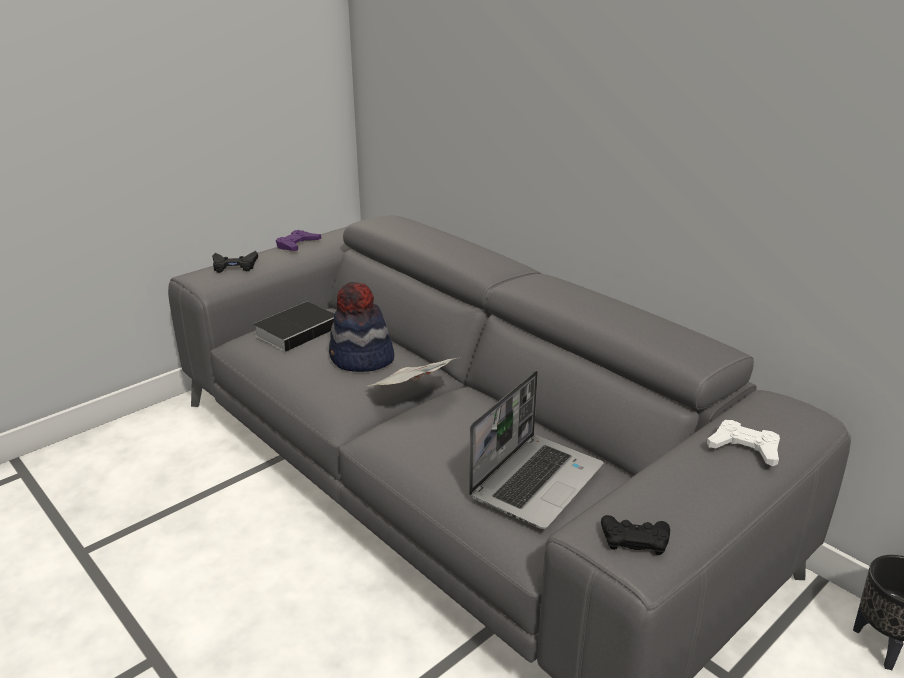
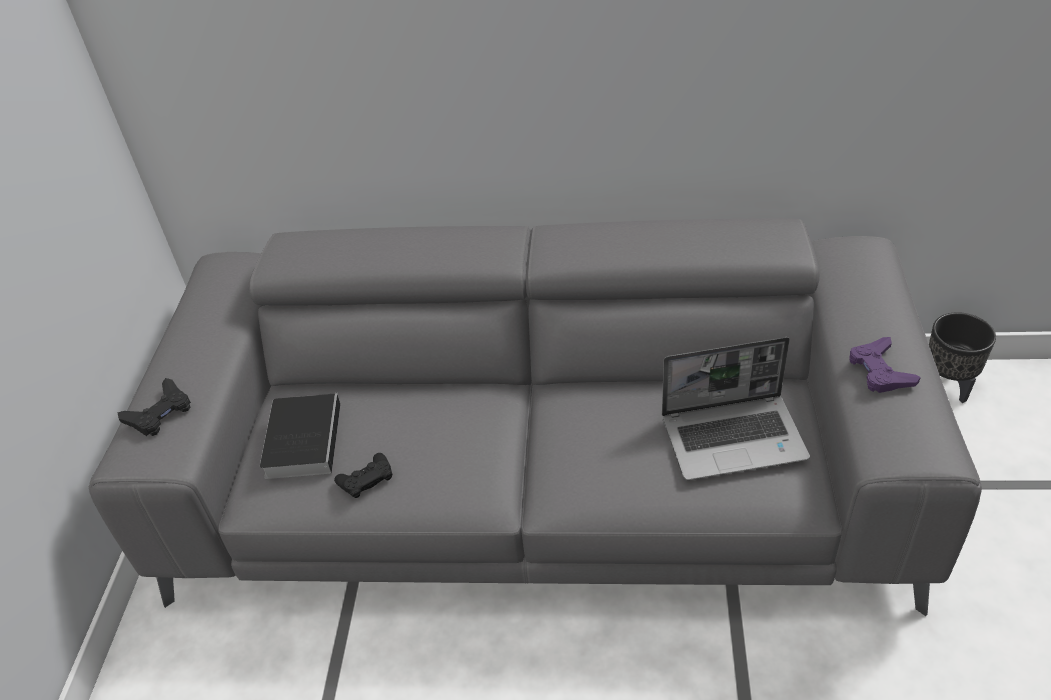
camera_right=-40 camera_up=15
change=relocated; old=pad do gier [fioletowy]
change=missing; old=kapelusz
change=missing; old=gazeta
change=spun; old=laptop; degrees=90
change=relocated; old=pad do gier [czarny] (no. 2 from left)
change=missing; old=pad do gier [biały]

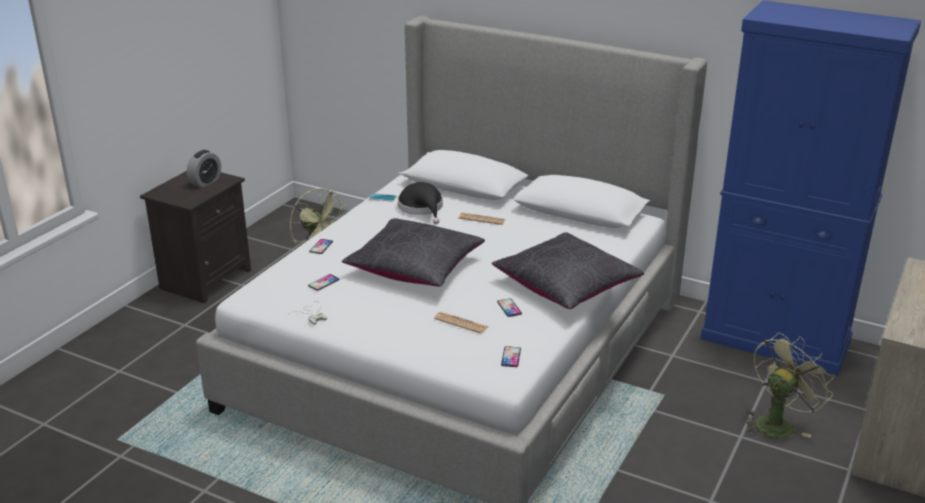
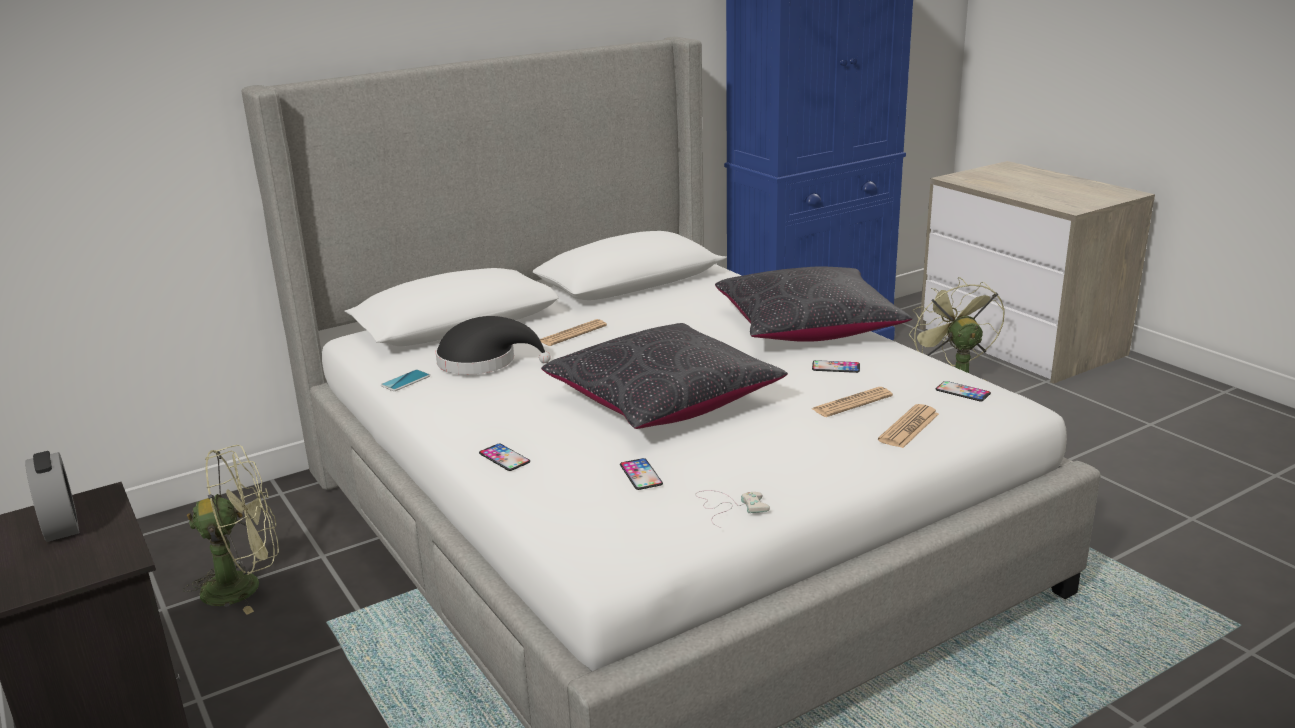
camera_right=-60 camera_up=-5
change=appeared; new=gazeta (no. 3 from left)

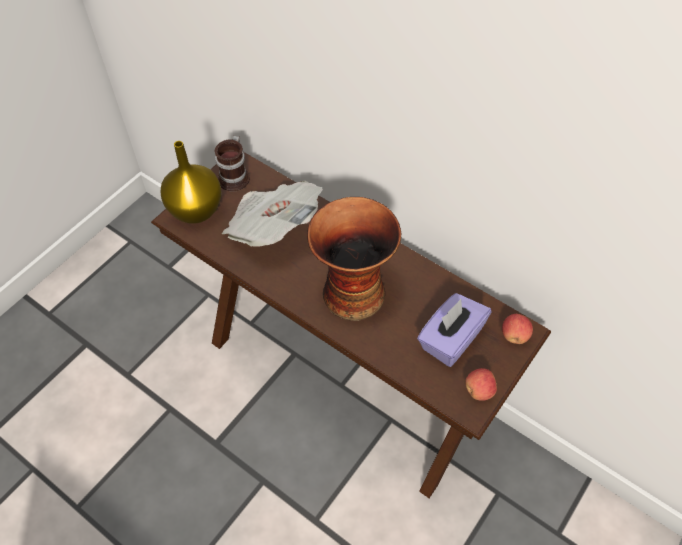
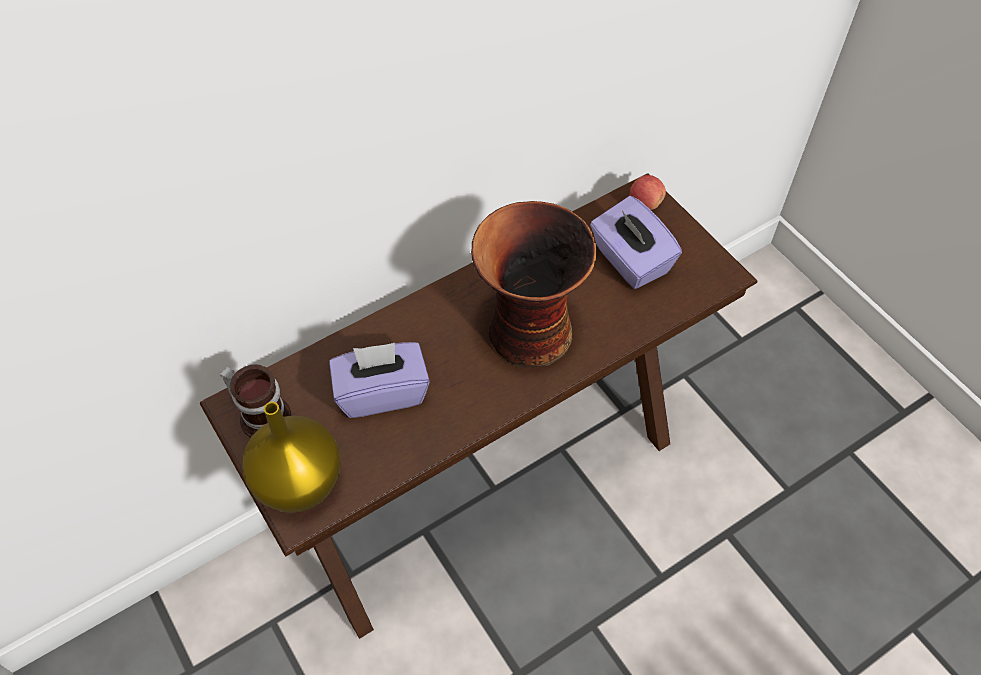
camera_right=-70 camera_up=0
change=exchanged; old=gazeta; new=pudełko chusteczek [fioletowy] (no. 1 from left)
change=missing; old=jabłko (no. 1 from left)

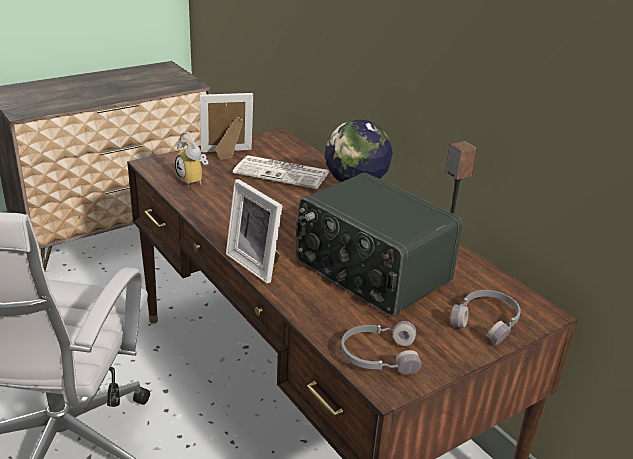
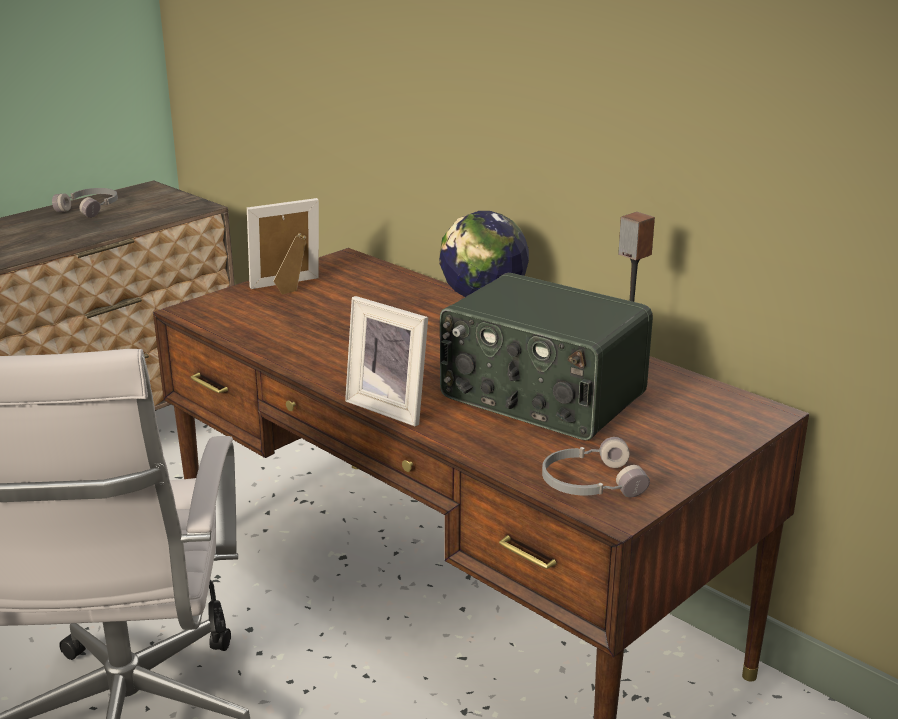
camera_right=-10 camera_up=-5
change=missing; old=budzik
change=missing; old=gazeta
change=relocated; old=słuchawki [szary] (no. 2 from left in the first image); new=słuchawki [szary] (no. 1 from left)

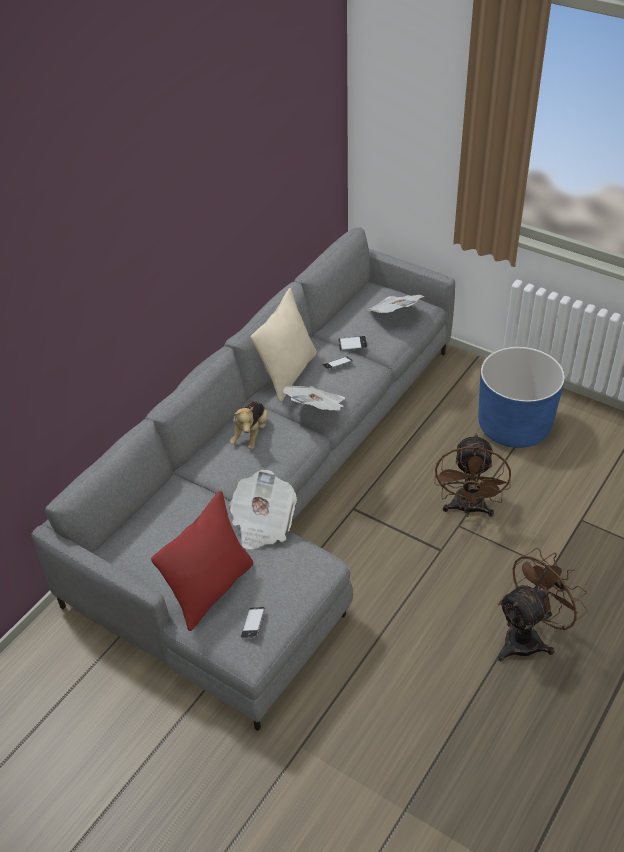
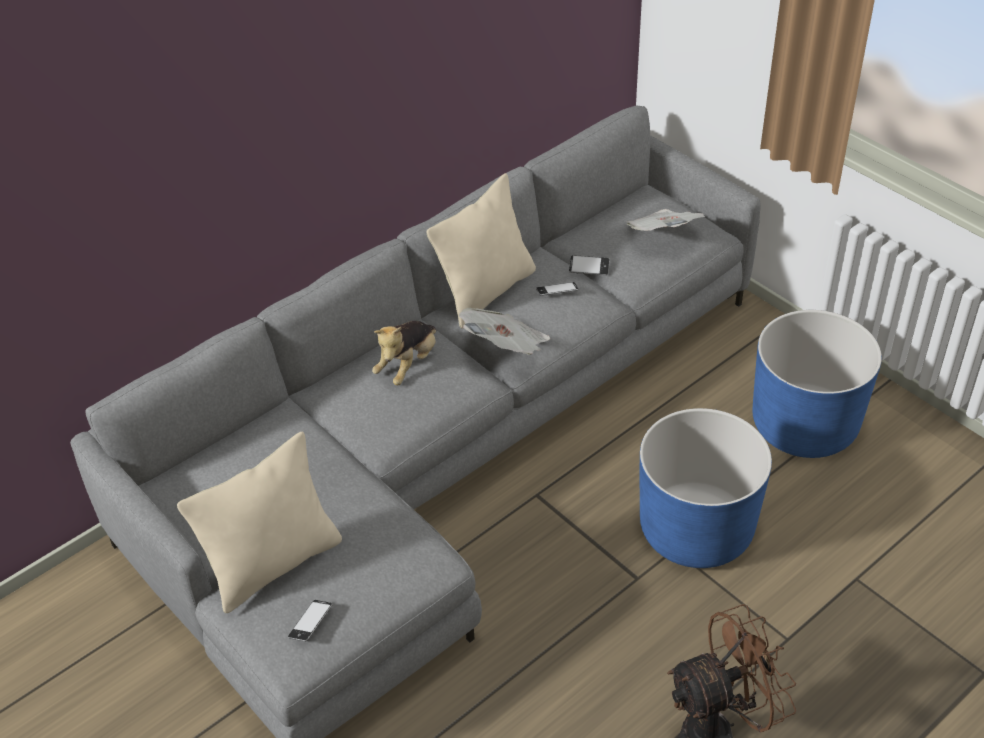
camera_right=15 camera_up=0
change=colour; old=poduszka [czerwony]; new=poduszka [beżowy] (no. 1 from left)
change=missing; old=gazeta (no. 1 from left)
change=exchanged; old=wentylator [brązowy] (no. 1 from left); new=donica [niebieski] (no. 1 from left)

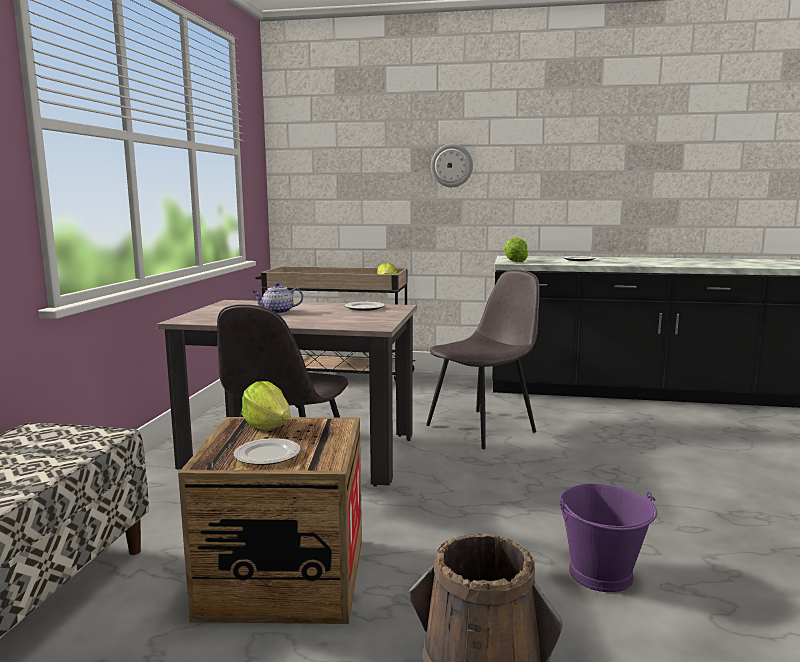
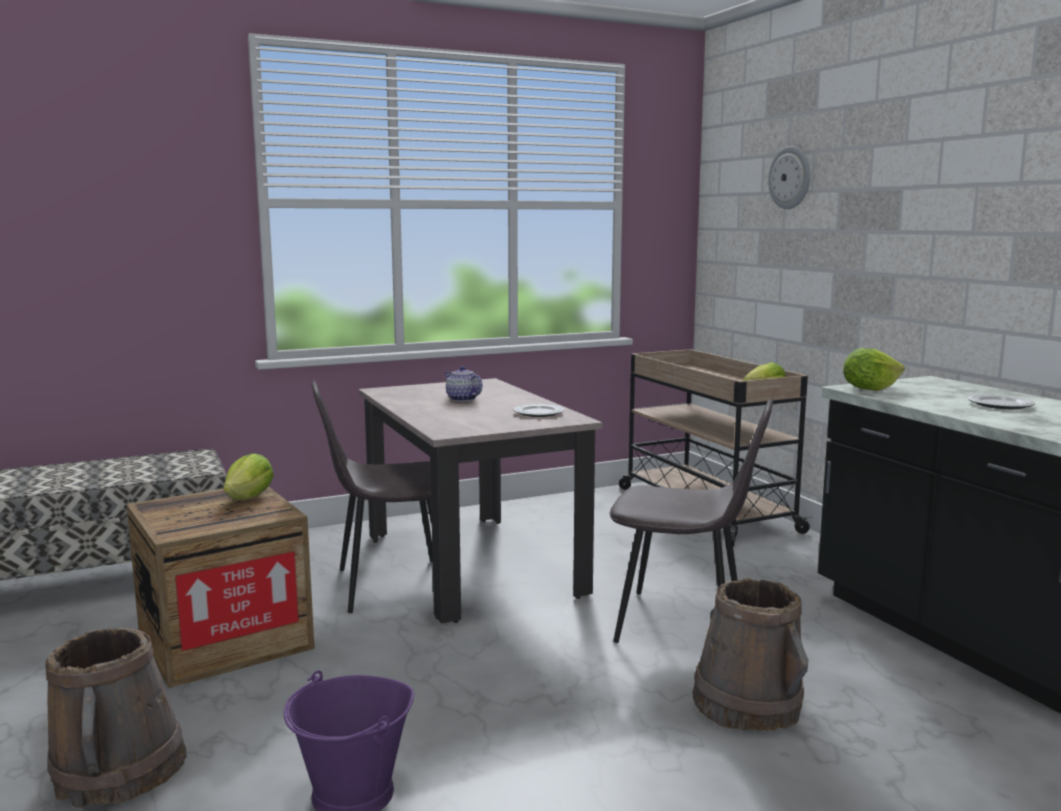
camera_right=55 camera_up=0
change=missing; old=talerz (no. 1 from left)
change=relocated; old=zegar ścienny
change=appeared; new=wiadro [brązowy] (no. 2 from left)

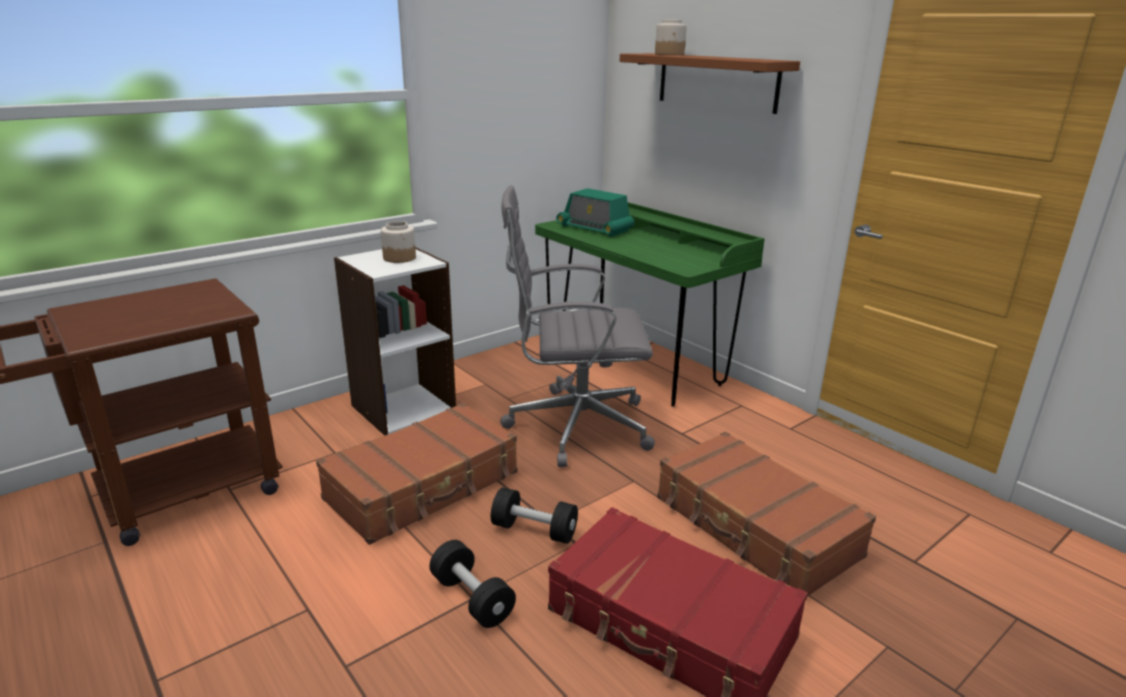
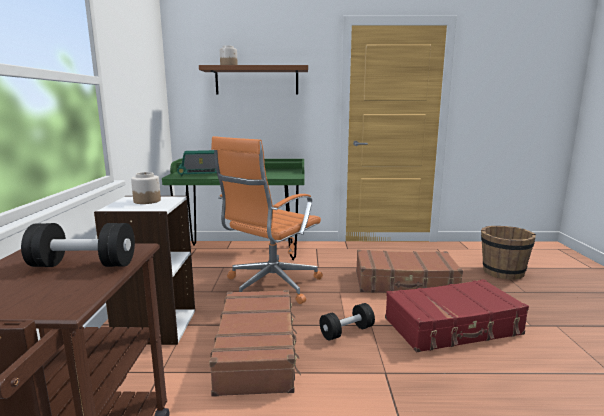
camera_right=-50 camera_up=-10
change=relocated; old=hantel [czarny] (no. 1 from left)
change=colour; old=krzesło biurowe [szary]; new=krzesło biurowe [pomarańczowy]
change=appeared; new=wiadro [brązowy]

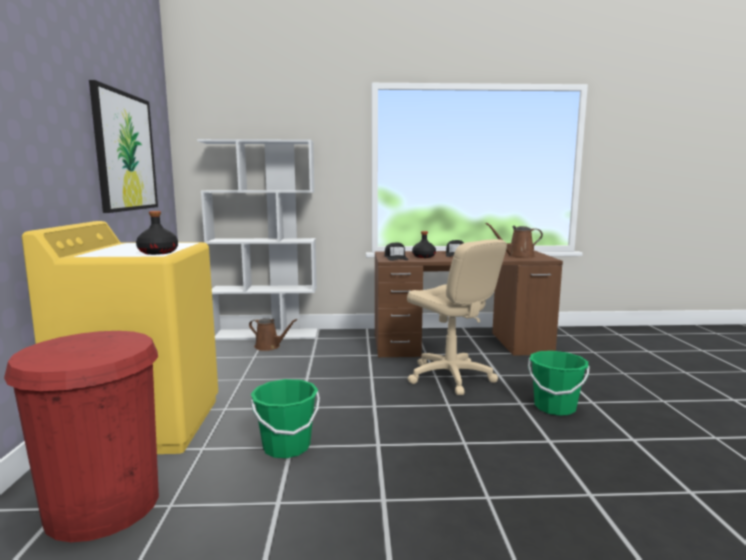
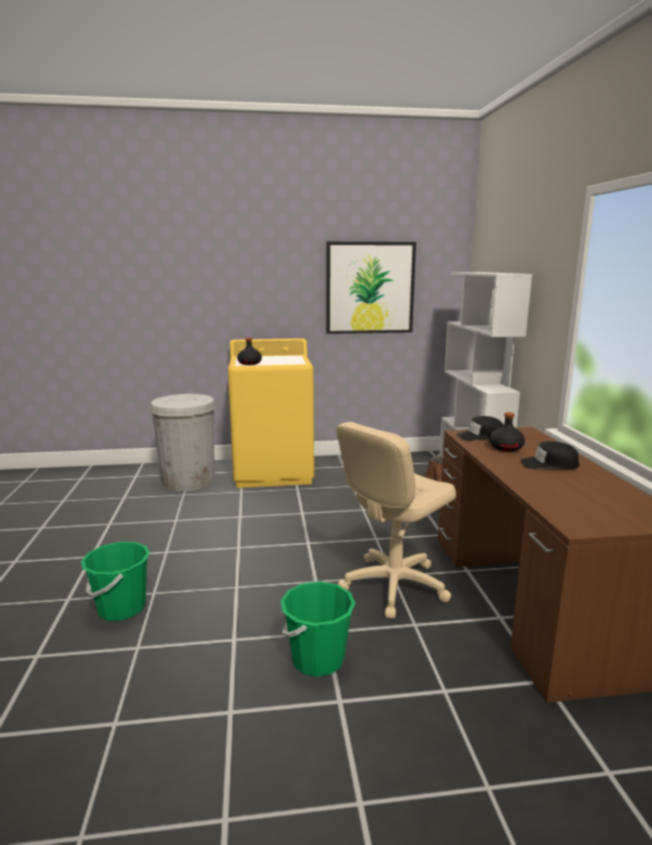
camera_right=85 camera_up=5
change=colour; old=kosz na śmieci [czerwony]; new=kosz na śmieci [biały]
change=relocated; old=wiadro [zielony] (no. 1 from left)
change=missing; old=konewka [brązowy] (no. 2 from left)

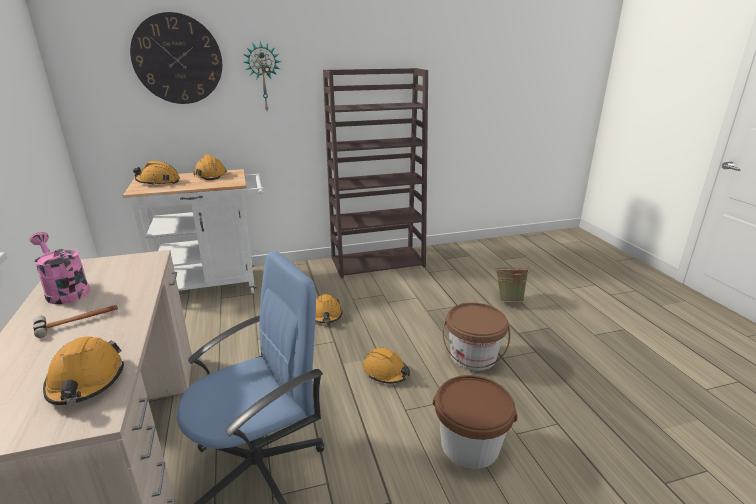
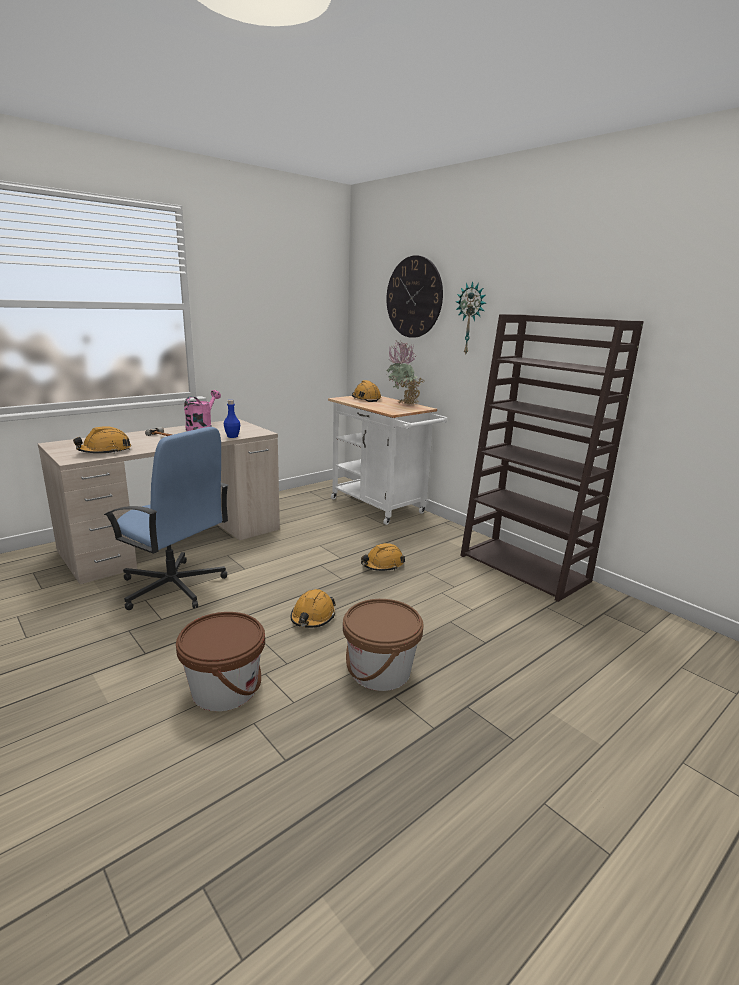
camera_right=65 camera_up=-5
change=exchanged; old=kask [pomarańczowy] (no. 3 from left); new=roślina doniczkowa
change=missing; old=wiadro [zielony]
change=appeared; new=butelka [niebieski]

